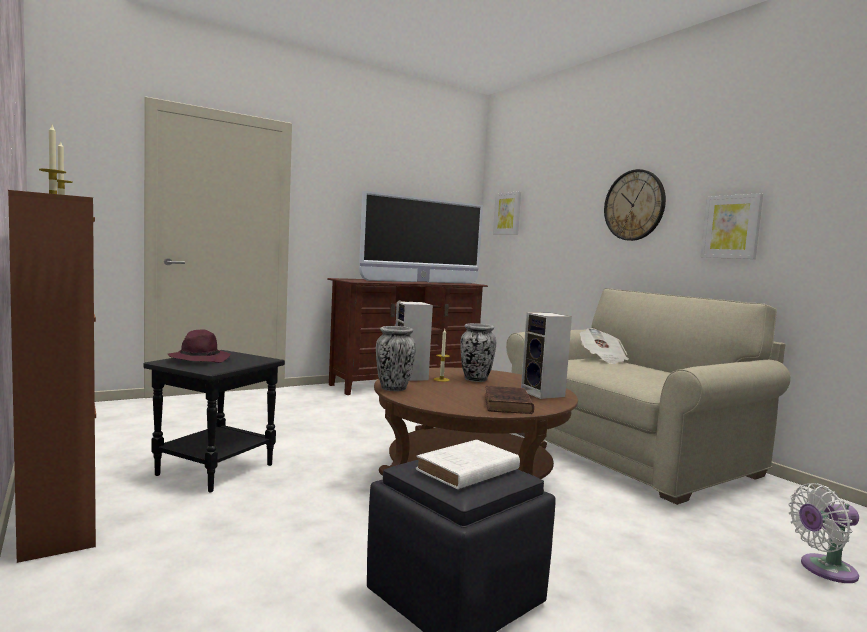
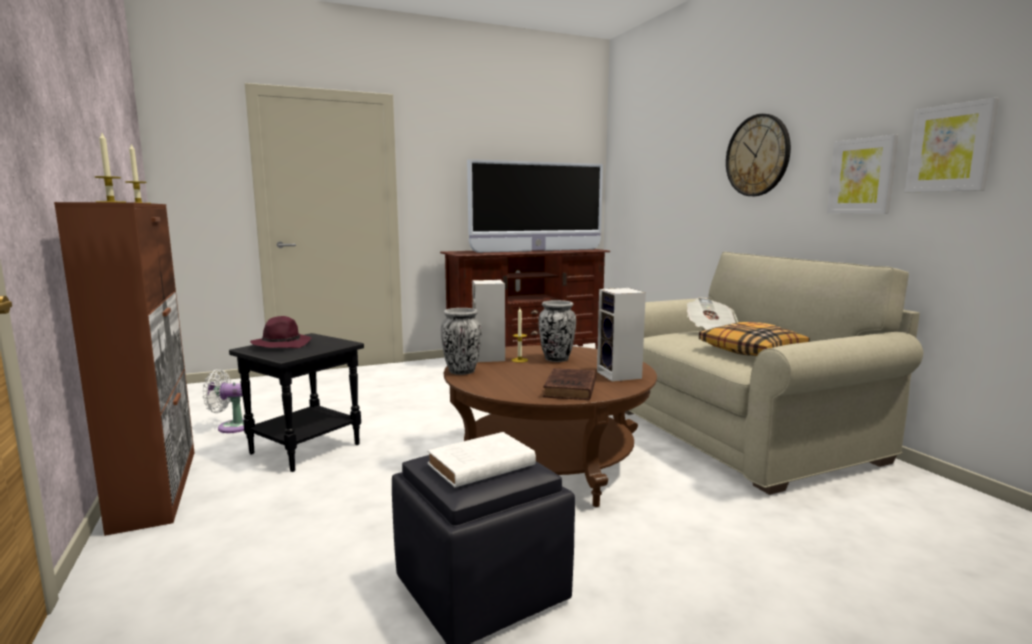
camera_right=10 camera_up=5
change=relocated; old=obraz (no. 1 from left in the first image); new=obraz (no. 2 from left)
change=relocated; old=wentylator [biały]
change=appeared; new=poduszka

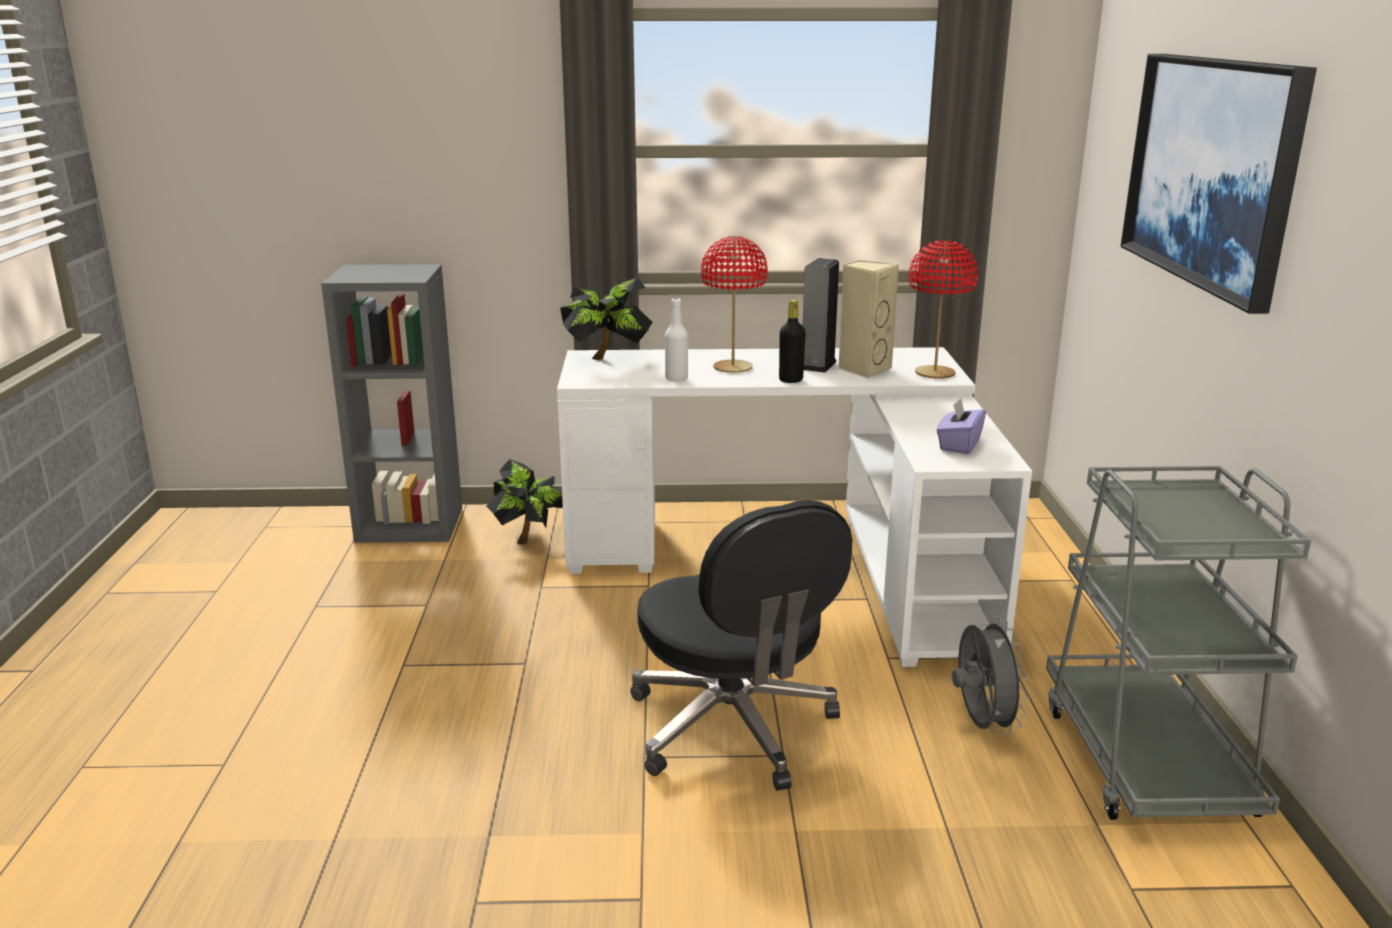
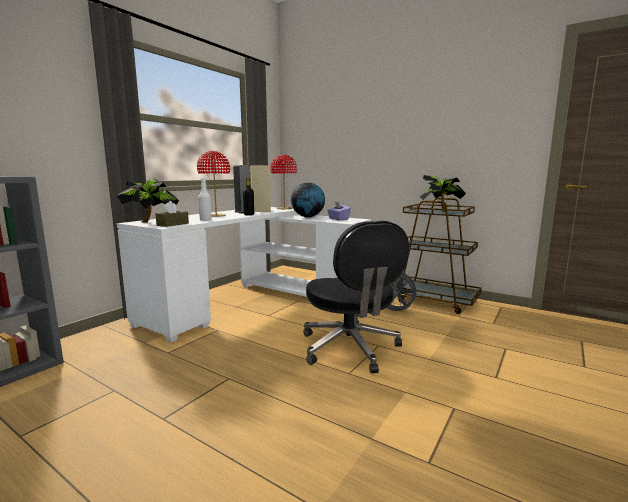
camera_right=-55 camera_up=-10
change=relocated; old=roślina doniczkowa (no. 1 from left in the first image); new=roślina doniczkowa (no. 2 from left)
change=spun; old=krzesło biurowe [czarny]; degrees=60
change=colour; old=wózek [szary]; new=wózek [brązowy]
change=missing; old=obraz
change=appeared; new=pudełko chusteczek [brązowy]
change=appeared; new=globus

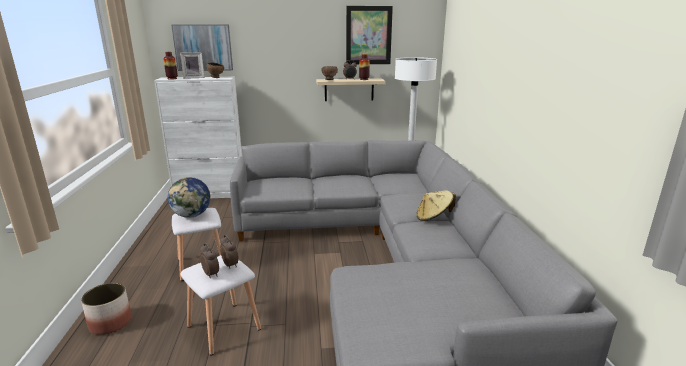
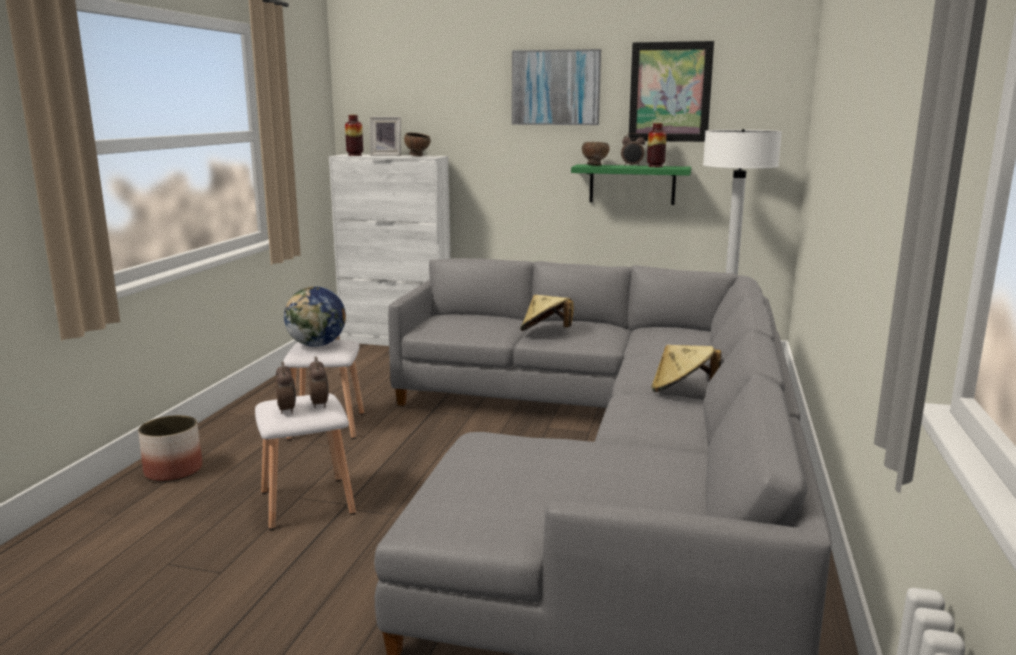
camera_right=20 camera_up=-5
change=relocated; old=obraz (no. 1 from left)
change=colour; old=półka [beżowy]; new=półka [zielony]
change=appeared; new=kapelusz [beżowy] (no. 1 from left)

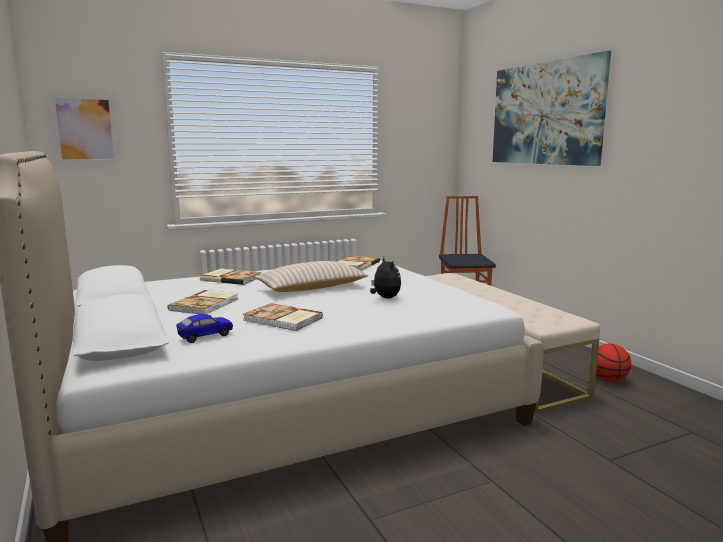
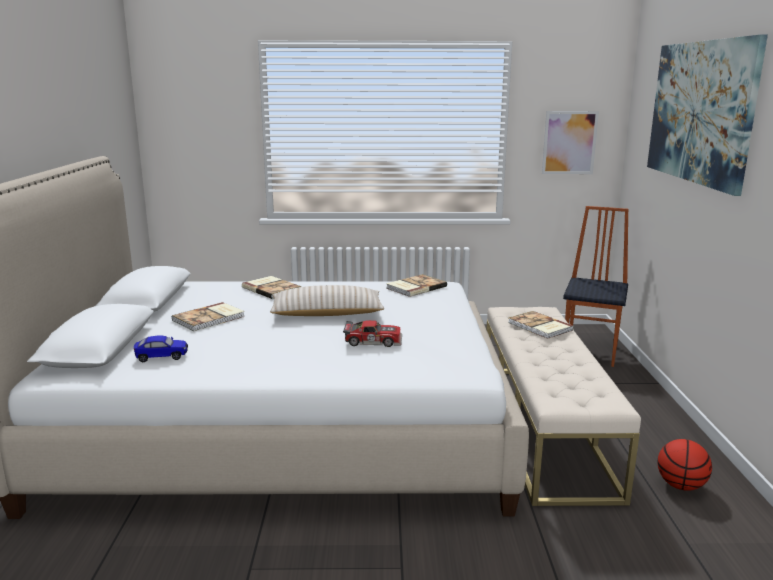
camera_right=25 camera_up=5
change=relocated; old=obraz (no. 1 from left)
change=relocated; old=książka (no. 3 from left in the first image); new=książka (no. 4 from left)
change=exchanged; old=pluszak; new=samochodzik (no. 2 from left)

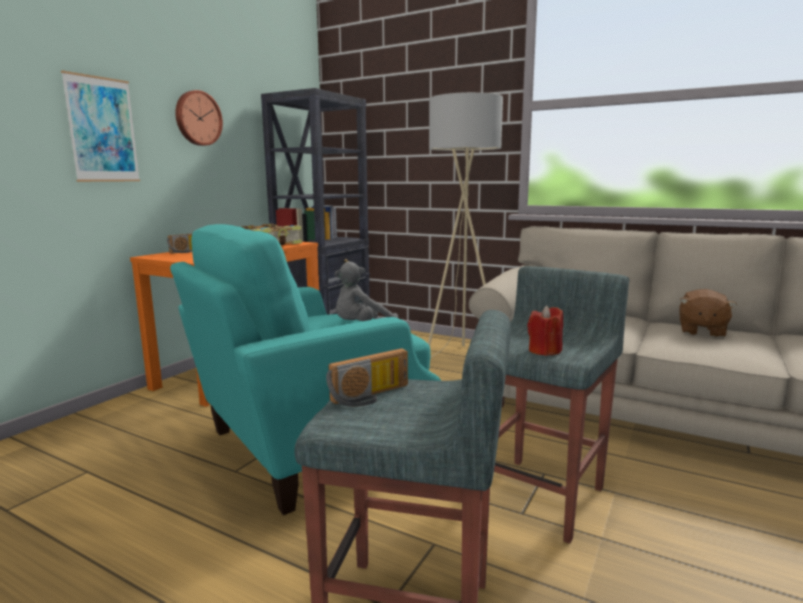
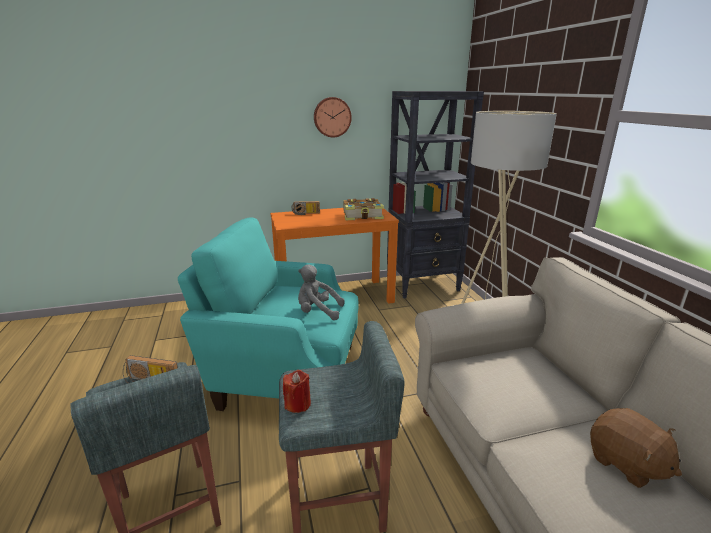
camera_right=45 camera_up=10
change=missing; old=obraz
change=spun; old=pluszak [brązowy]; degrees=-105

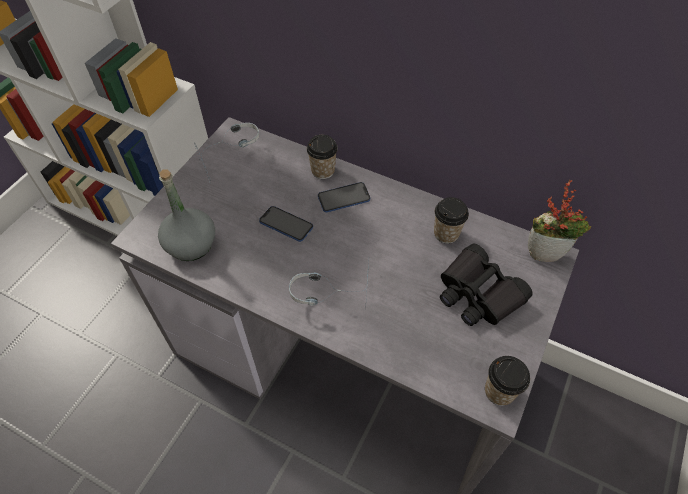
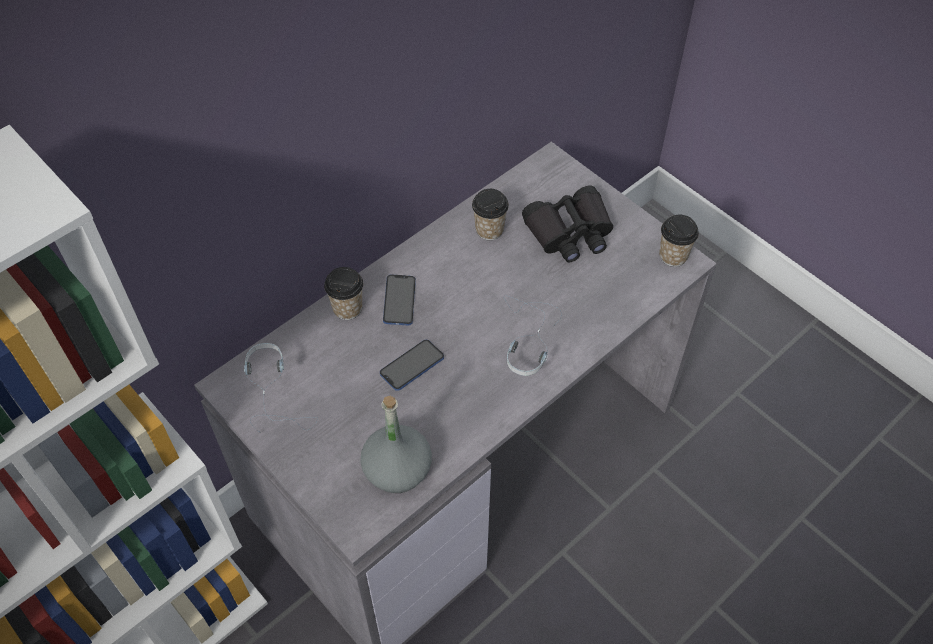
camera_right=-70 camera_up=0
change=missing; old=roślina doniczkowa

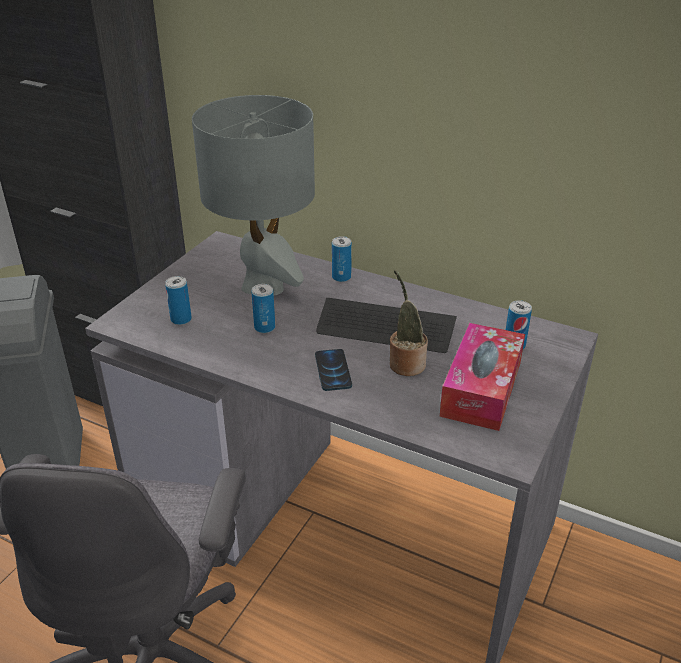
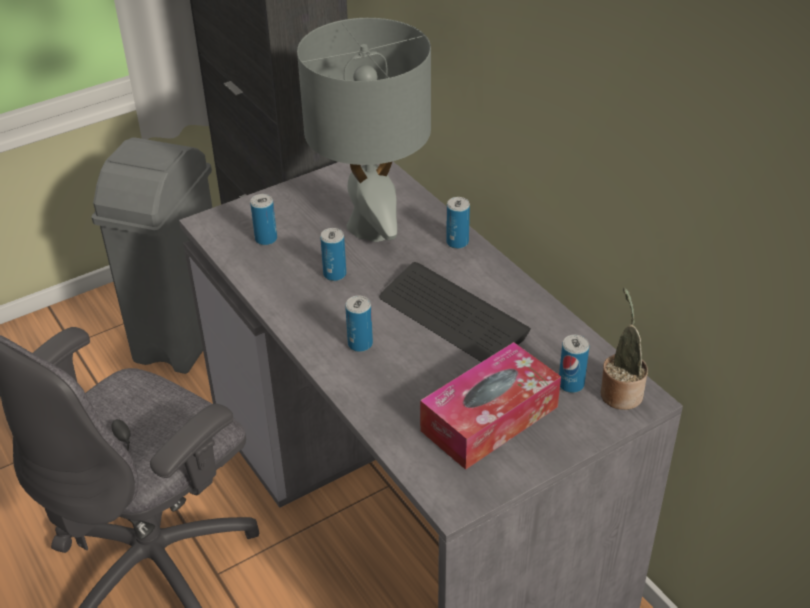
camera_right=30 camera_up=5
change=exchanged; old=telefon; new=puszka (no. 3 from left)
change=relocated; old=roślina doniczkowa

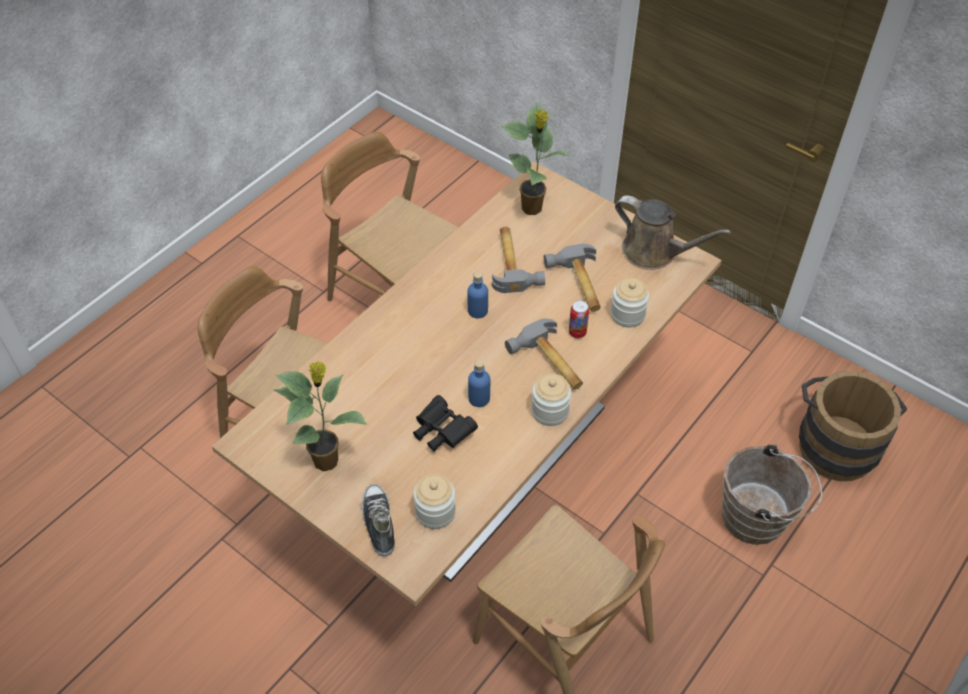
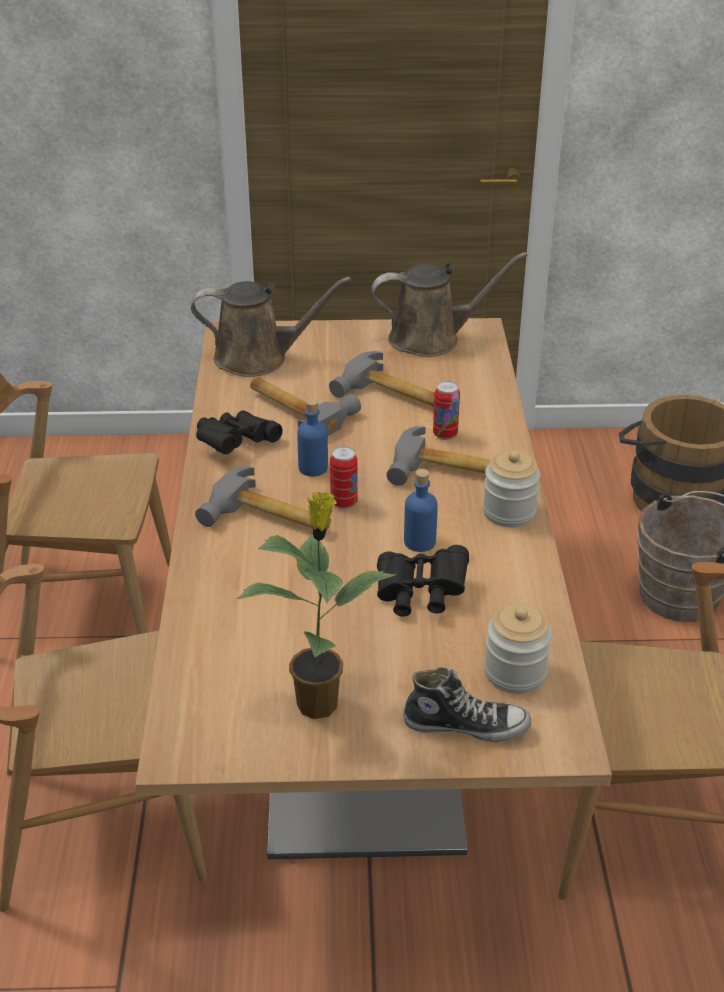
camera_right=-40 camera_up=-15
change=spun; old=but; degrees=150
change=exchanged; old=roślina doniczkowa (no. 2 from left); new=konewka [brązowy] (no. 1 from left)
change=missing; old=słoik (no. 3 from left)
change=appeared; new=młotek (no. 1 from left)
change=appeared; new=lornetka [czarny] (no. 1 from left)
change=appeared; new=puszka (no. 1 from left)

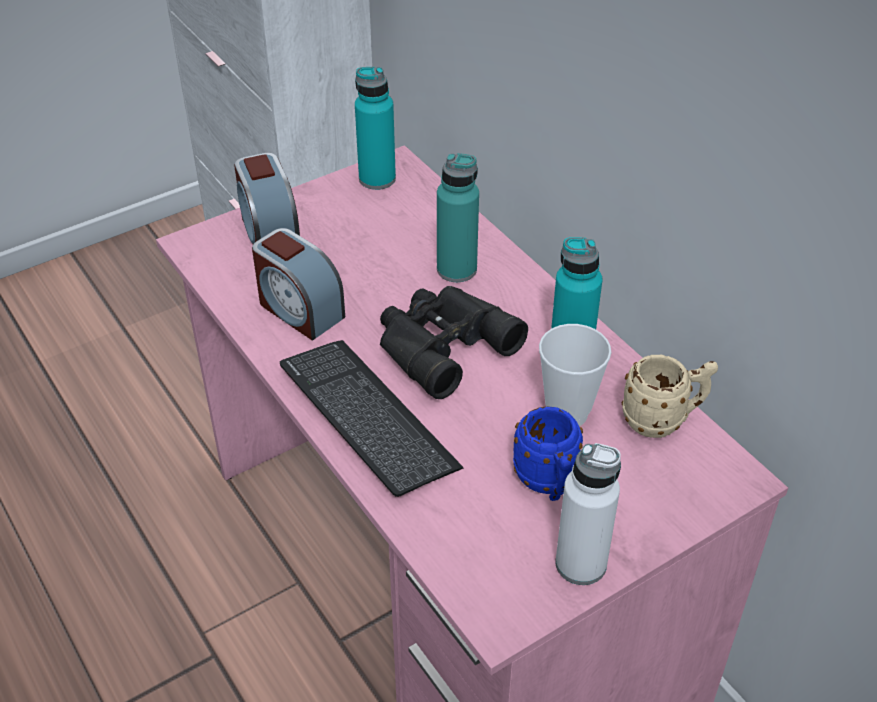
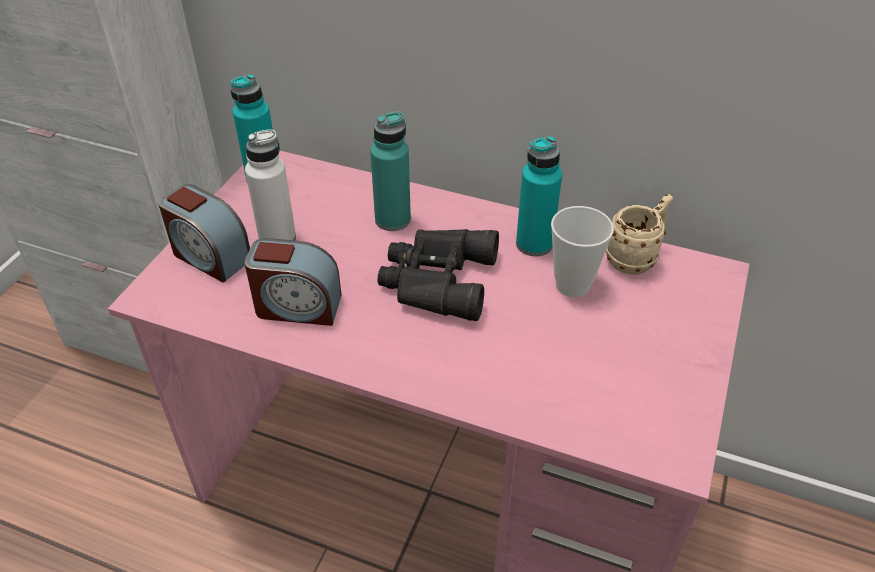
camera_right=-35 camera_up=0
change=missing; old=klawiatura
change=missing; old=kubek [niebieski]
change=relocated; old=butelka [biały]

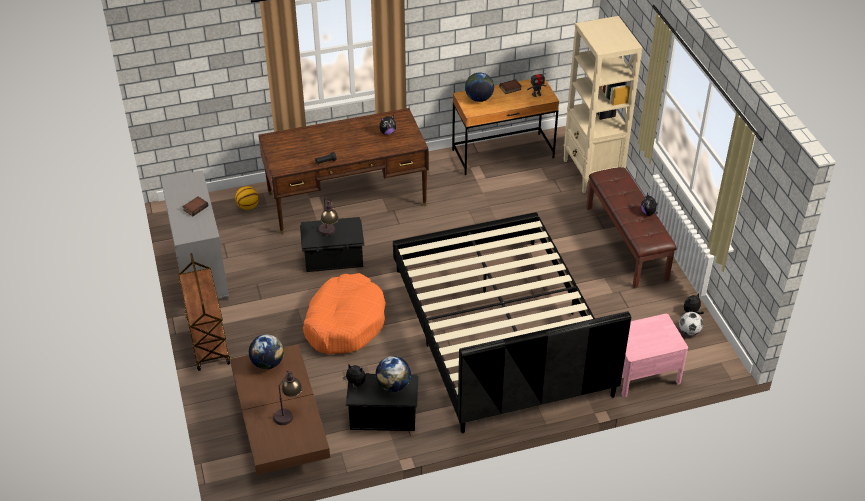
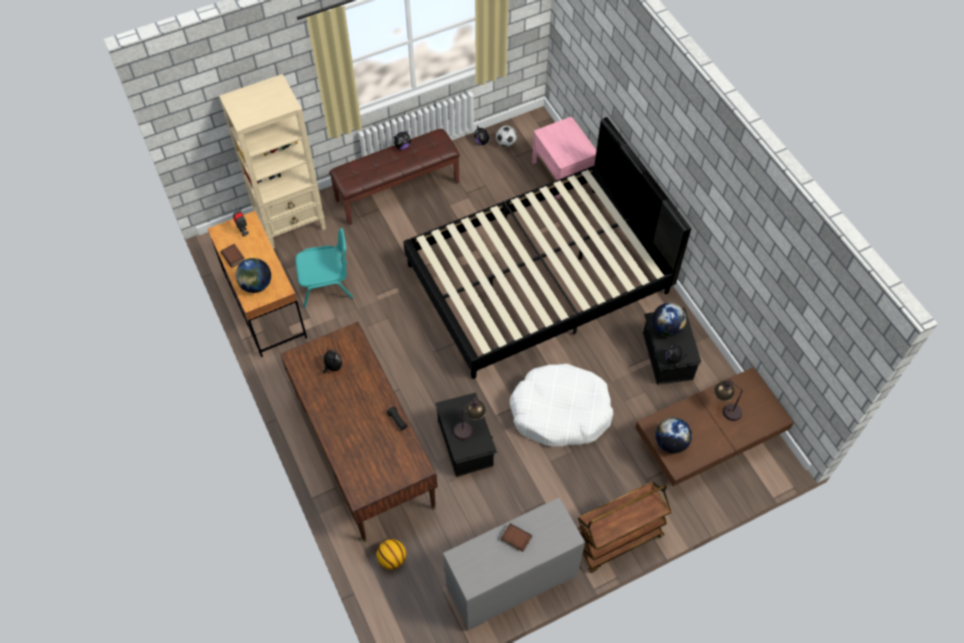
camera_right=-100 camera_up=15
change=colour; old=legowisko [pomarańczowy]; new=legowisko [biały]
change=appeared; new=krzesło [turkusowy]

